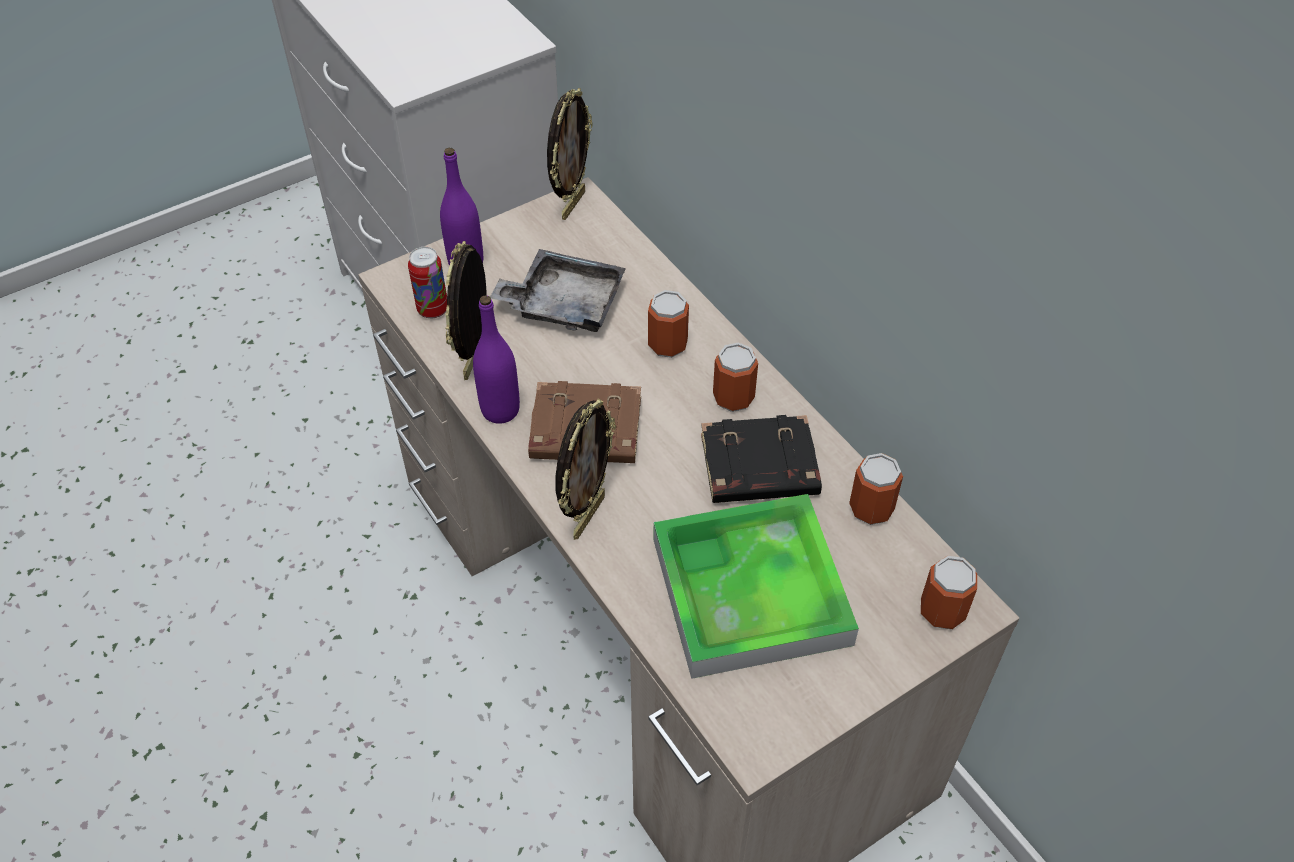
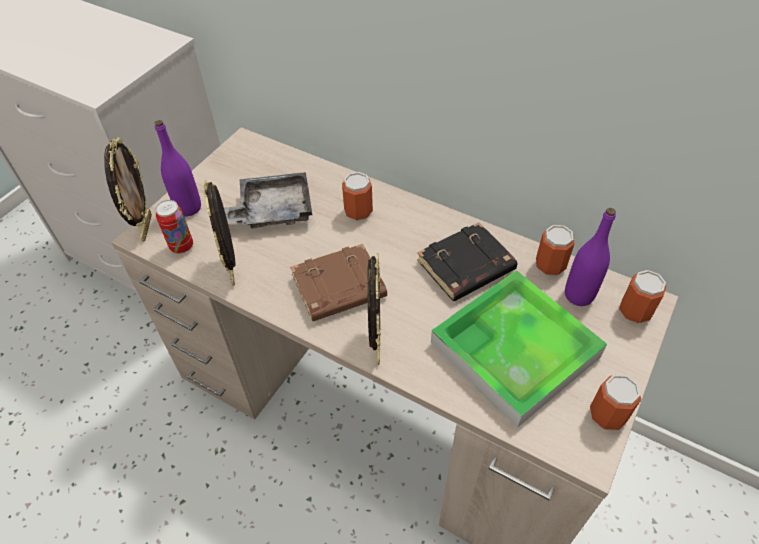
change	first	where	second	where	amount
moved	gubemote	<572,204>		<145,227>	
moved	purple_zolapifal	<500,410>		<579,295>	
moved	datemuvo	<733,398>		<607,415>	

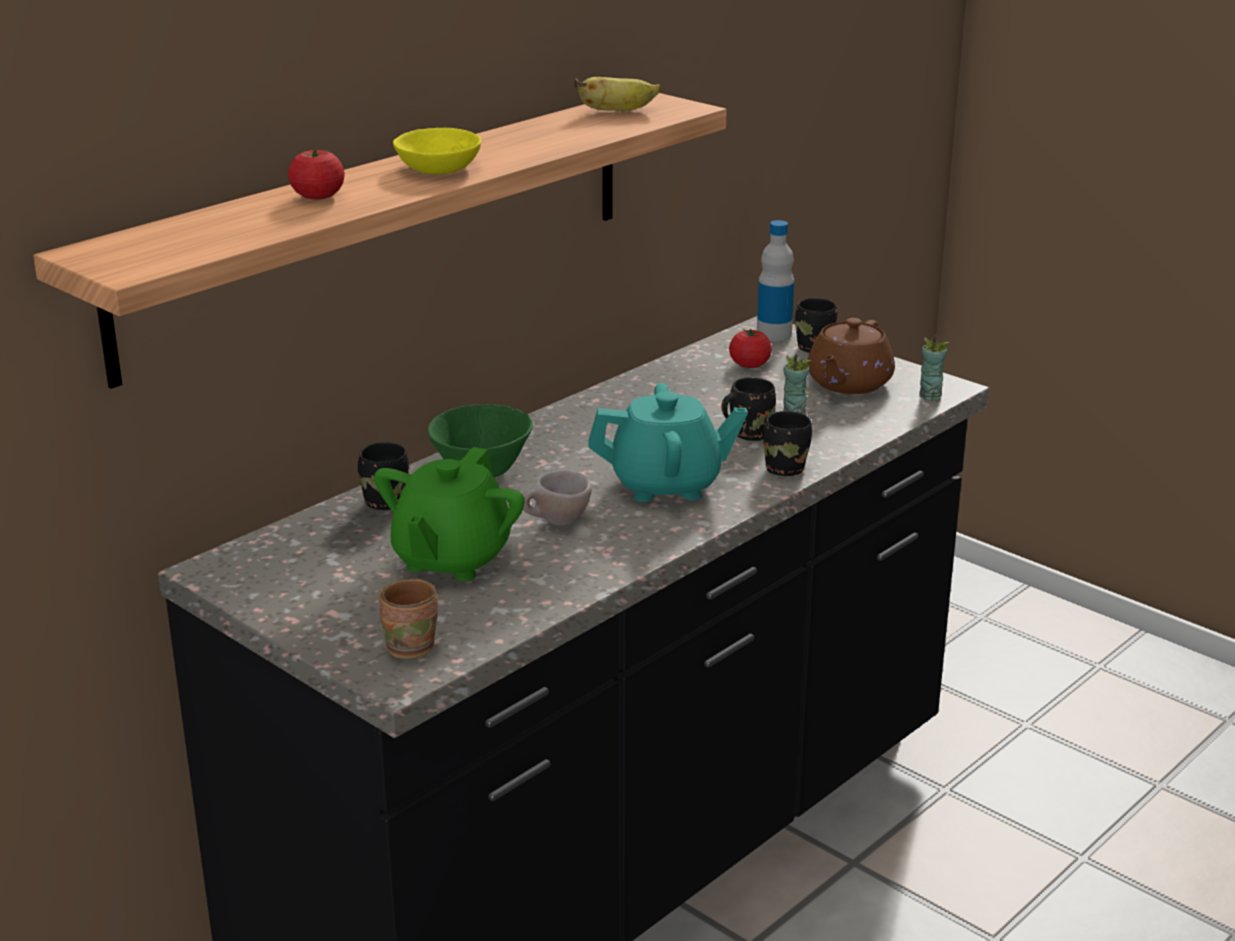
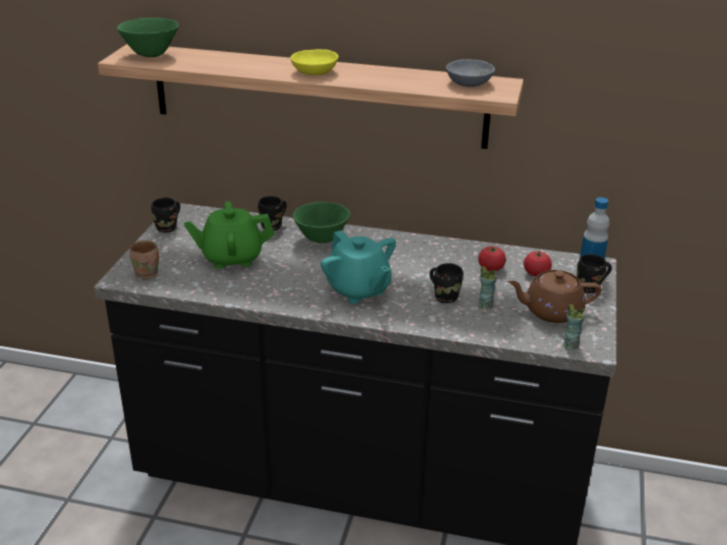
change	first	where	second	where	amount
added			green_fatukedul	<150,55>	
moved	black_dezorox	<786,467>		<168,228>	
replaced	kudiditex	<617,111>	grey_fatukedul	<467,82>	
moved	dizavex	<318,196>		<491,268>	
removed	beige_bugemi	<556,523>			

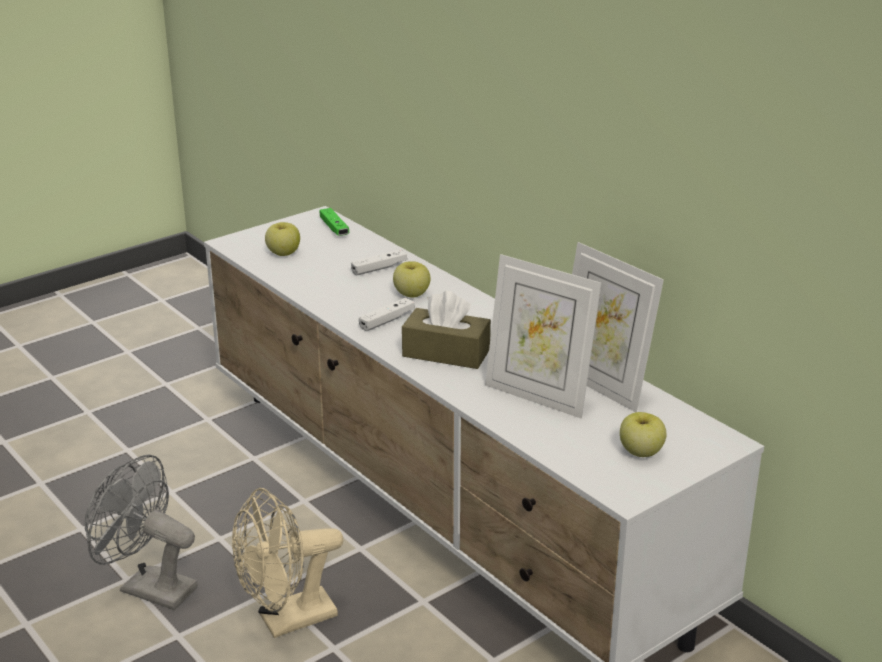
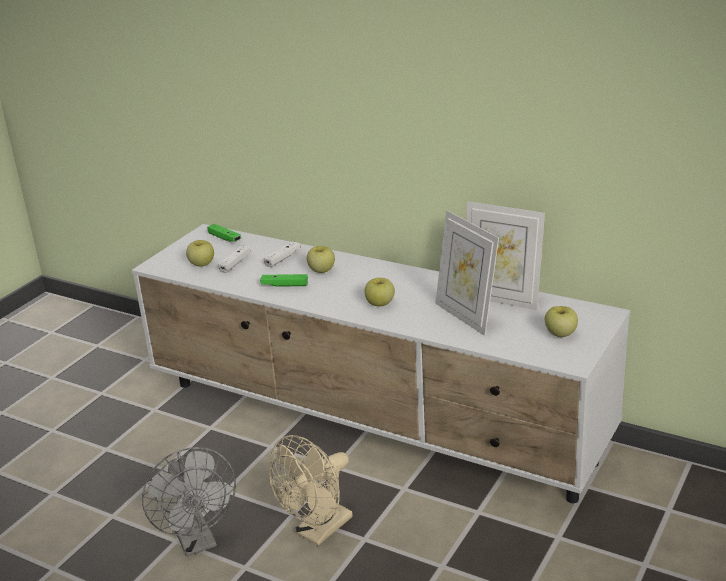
change	first	where	second	where	amount
turned	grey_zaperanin	<148,588>		<197,541>	120 degrees counterclockwise
moved	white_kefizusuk	<387,320>		<235,263>	
added			green_kefizusuk	<284,285>	
replaced	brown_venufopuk	<446,353>	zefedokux	<380,304>	
turned	gubemote	<538,396>		<466,316>	45 degrees clockwise

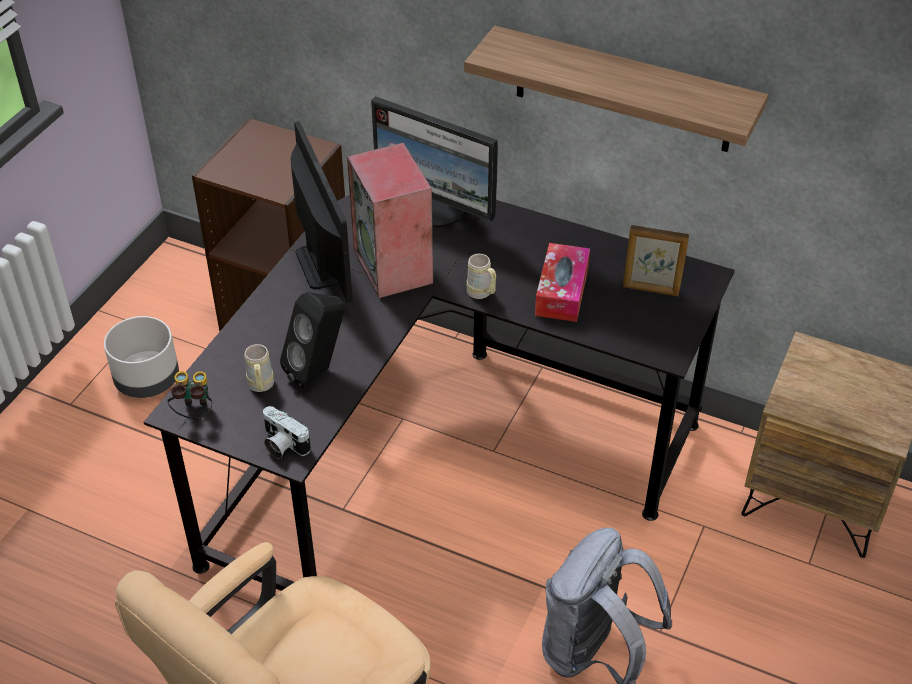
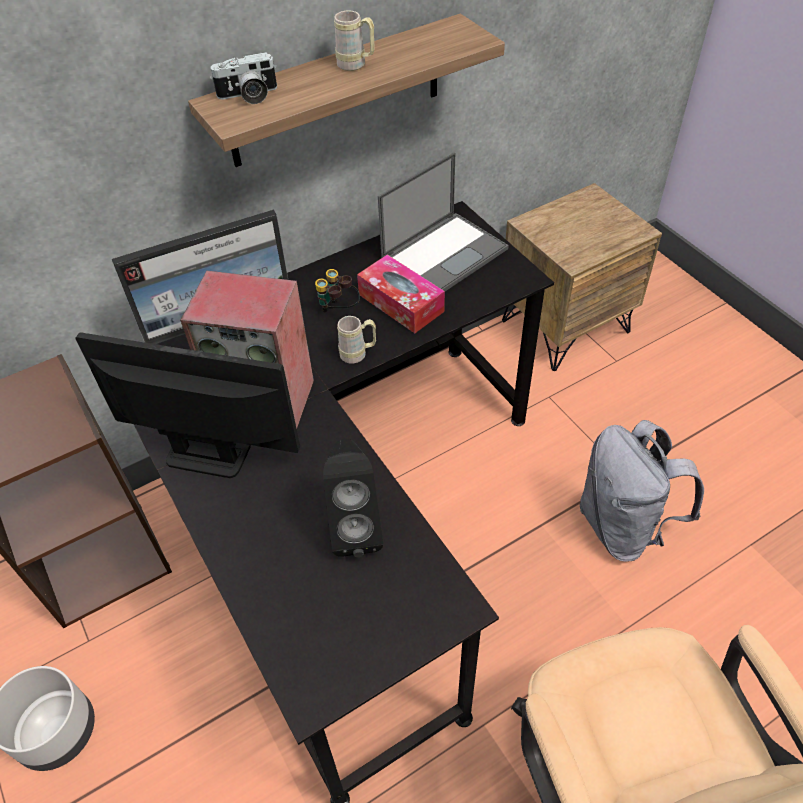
change	first	where	second	where	amount
moved	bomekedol	<282,445>		<248,96>	
moved	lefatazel	<194,413>		<338,310>	
moved	beige_dezorox	<261,387>		<356,65>	
replaced	gubemote	<651,290>	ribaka	<445,253>	

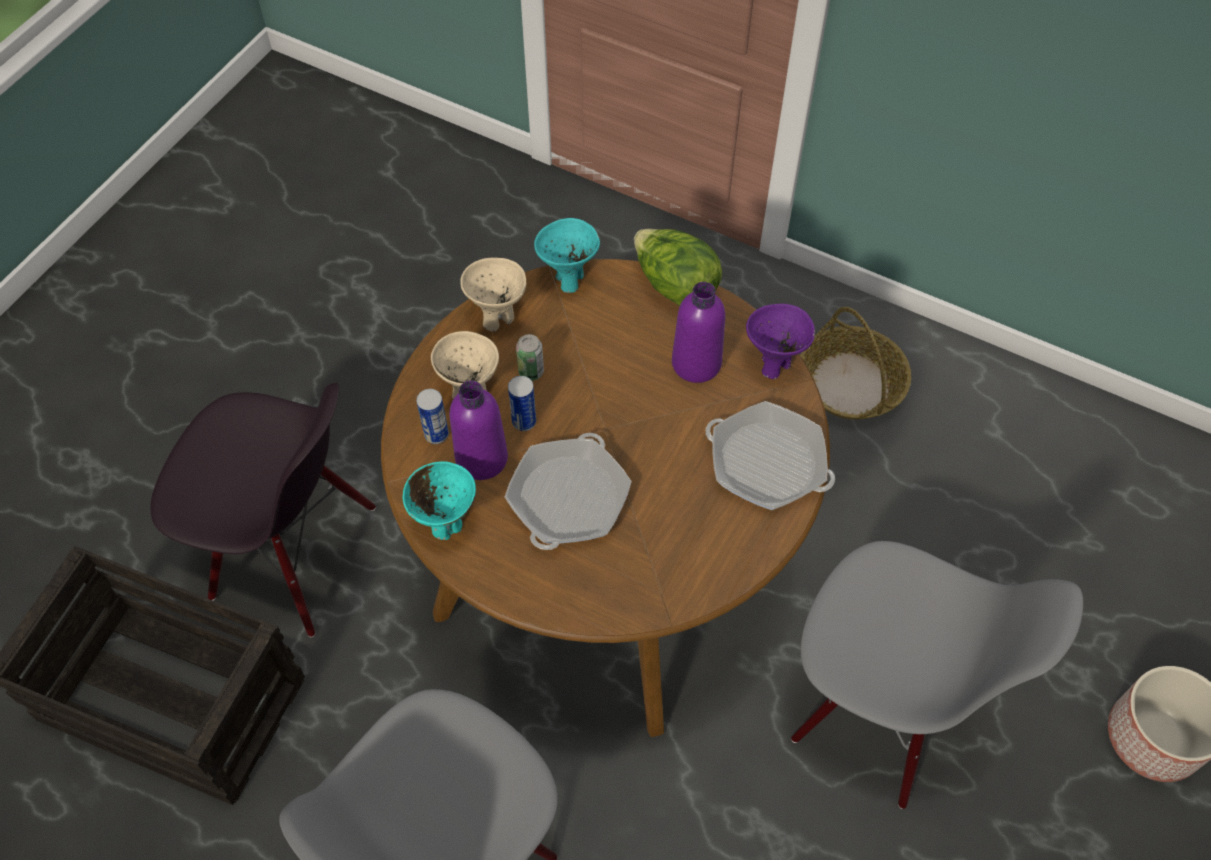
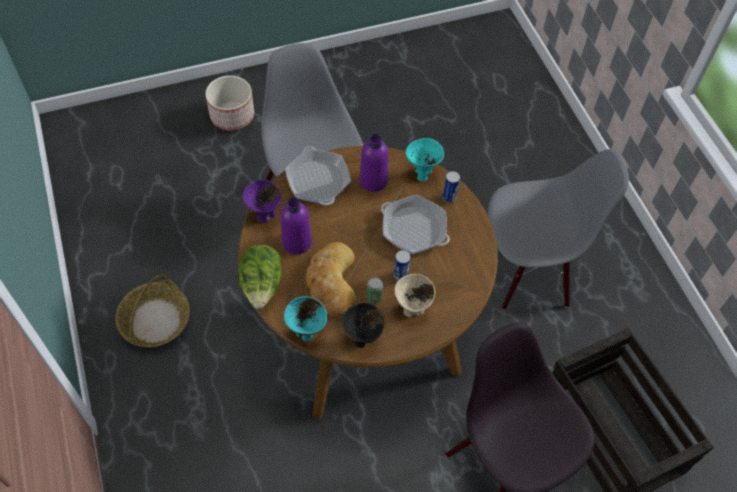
change	first	where	second	where	amount
added			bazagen	<331,282>	
recoloured	beige_fatukedul	<497,318>	black_fatukedul	<363,339>	
moved	purple_zolapifal	<481,458>		<373,181>	
turned	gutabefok	<568,498>		<414,229>	60 degrees clockwise
moved	turquoise_fatukedul	<445,523>		<422,173>	
moved	datemuvo	<436,434>		<449,198>	

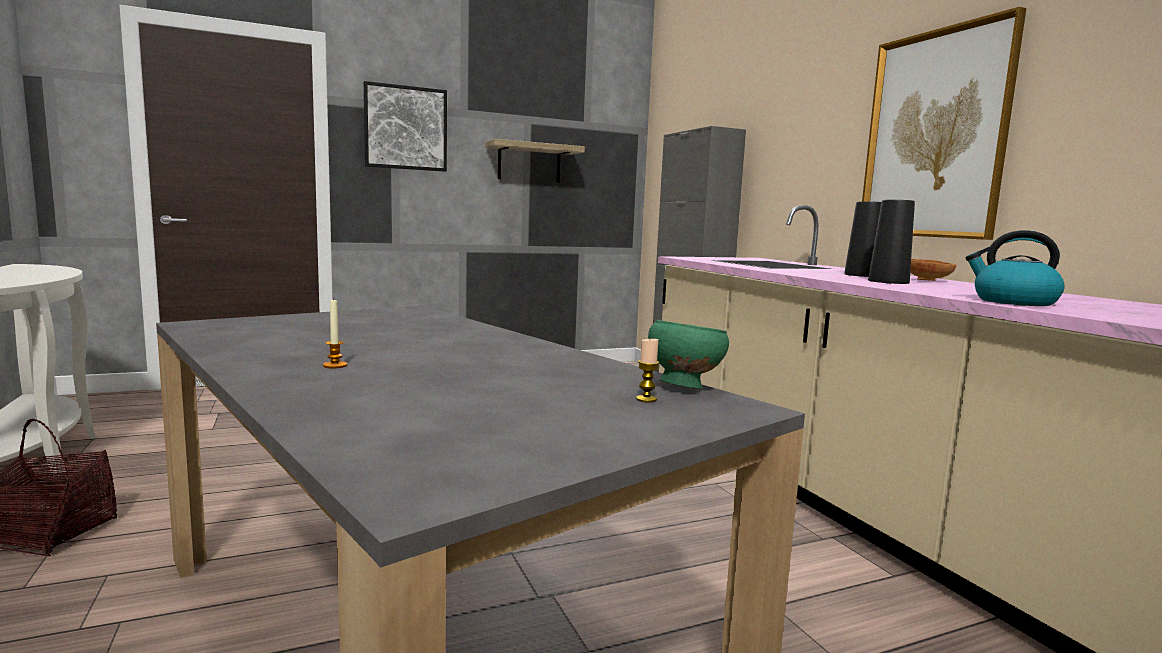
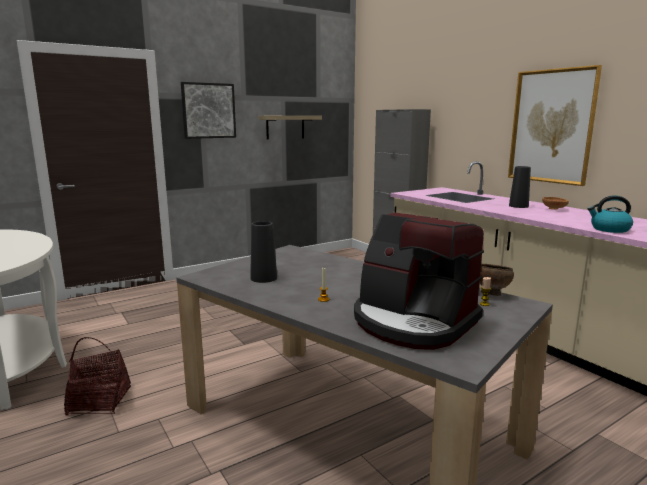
change	first	where	second	where	amount
moved	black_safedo	<888,281>		<263,278>	
added			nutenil	<413,322>	
recoloured	green_fatukedul	<683,387>	brown_fatukedul	<491,294>	

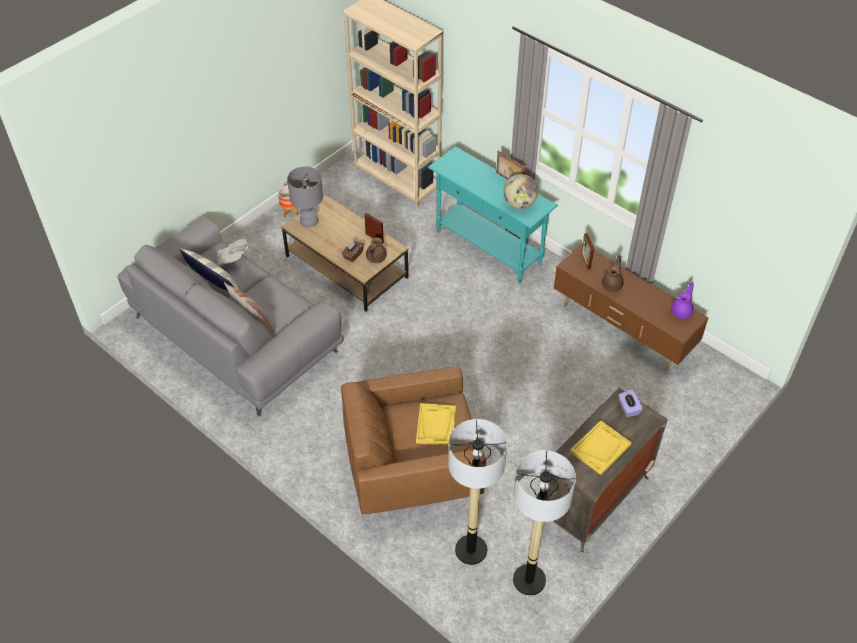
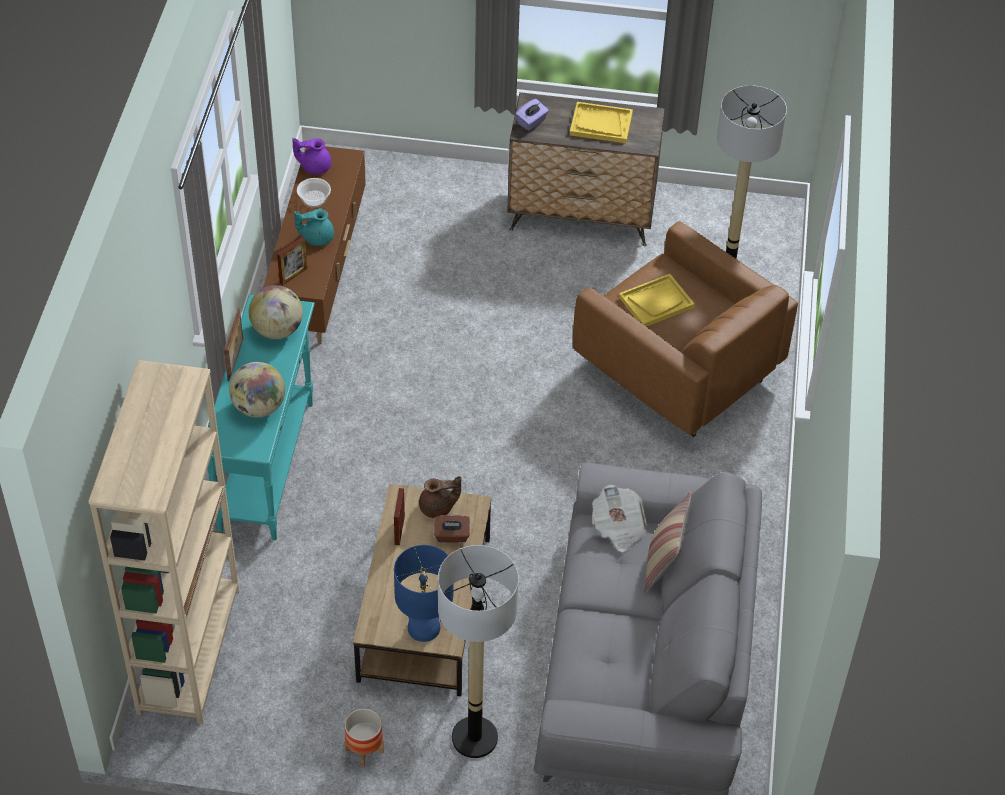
change	first	where	second	where	amount
added			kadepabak	<258,407>	
recoloured	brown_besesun	<612,285>	turquoise_besesun	<317,237>	
added			fatukedul	<314,199>	
recoloured	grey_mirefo	<309,221>	blue_mirefo	<424,627>	
moved	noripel	<529,580>		<475,737>	
moved	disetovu	<232,258>		<618,528>	
removed	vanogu	<213,281>			

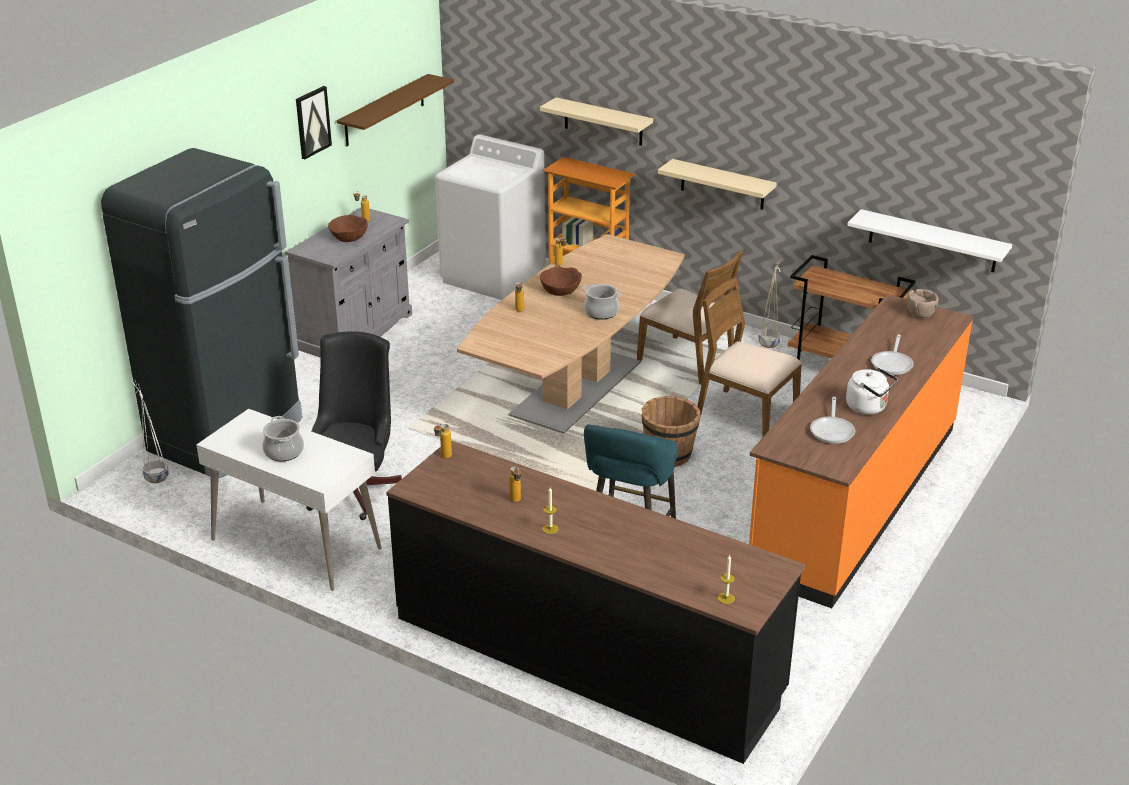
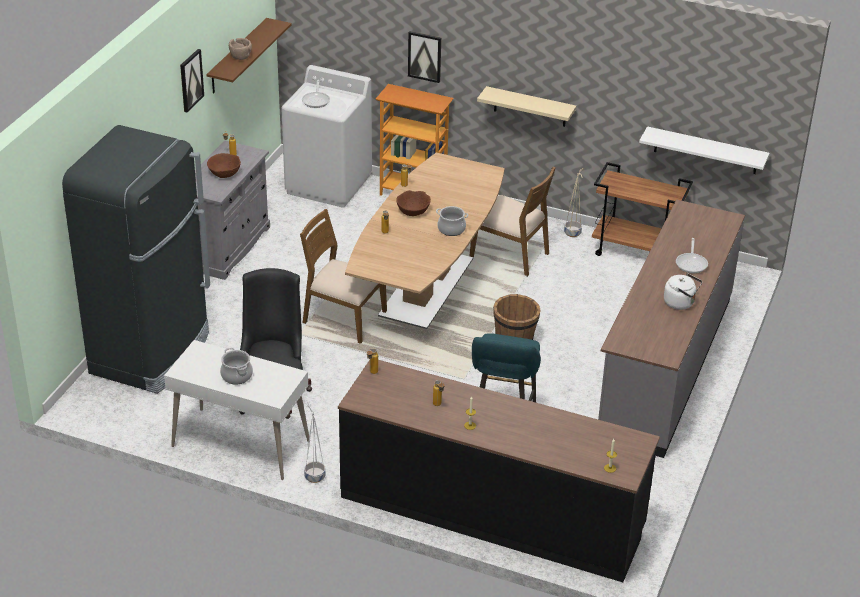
change	first	where	second	where	amount
moved	brown_fatukedul	<920,314>		<240,57>	
moved	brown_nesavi	<745,414>		<343,318>	
moved	gutabefok	<832,430>		<316,100>	
moved	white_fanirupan	<156,477>		<314,476>	
replaced	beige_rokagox	<603,122>	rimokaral	<425,56>	
recoloured	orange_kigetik	<854,498>	grey_kigetik	<664,365>	

